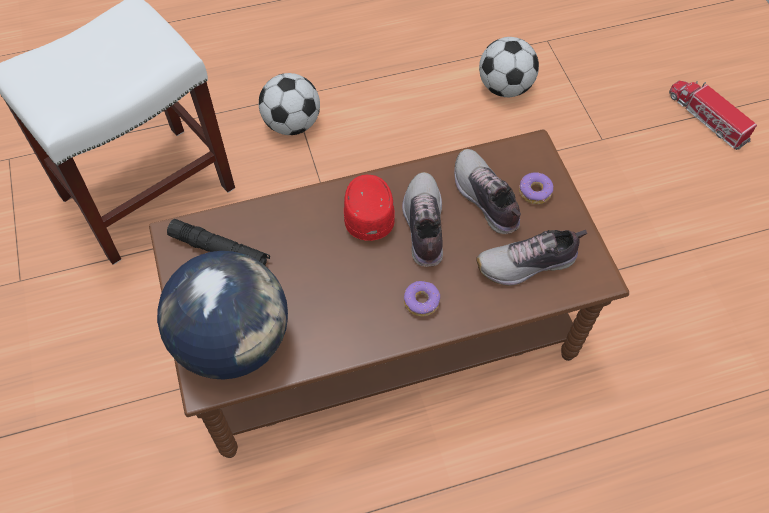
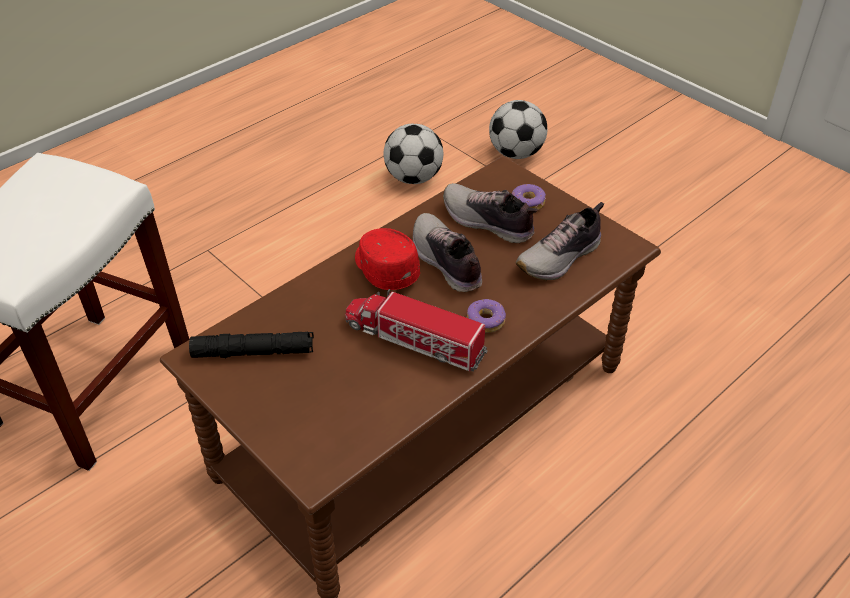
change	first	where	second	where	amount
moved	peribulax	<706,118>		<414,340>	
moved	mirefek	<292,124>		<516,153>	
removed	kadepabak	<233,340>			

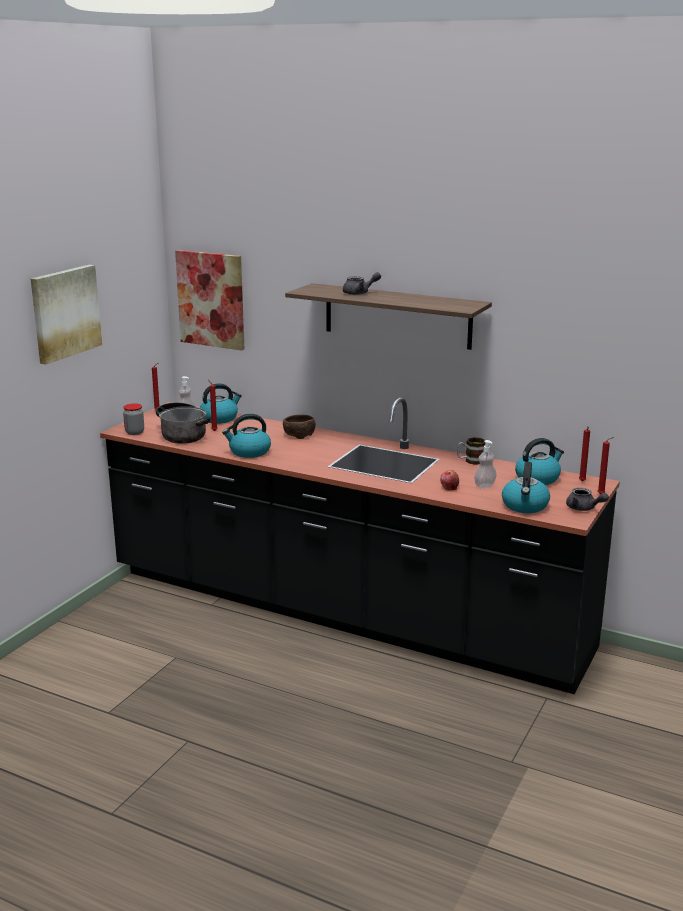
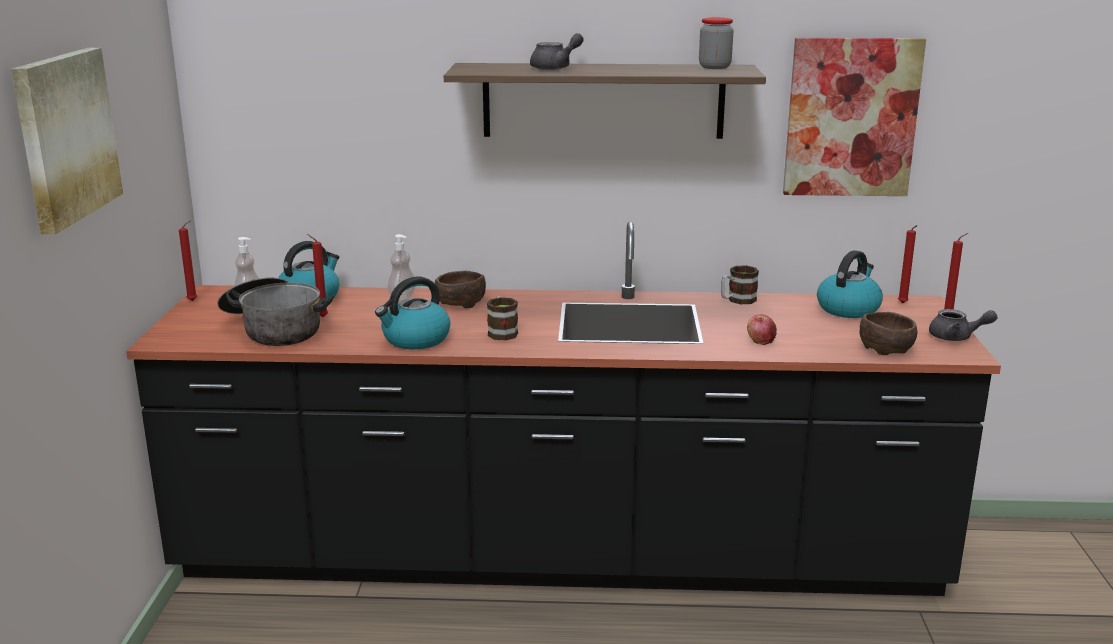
change	first	where	second	where	amount
moved	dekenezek	<484,485>		<402,297>	
added			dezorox	<502,332>	
moved	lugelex	<134,432>		<714,67>	
moved	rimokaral	<211,299>		<851,117>	
replaced	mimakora	<525,506>	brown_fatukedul	<886,348>	

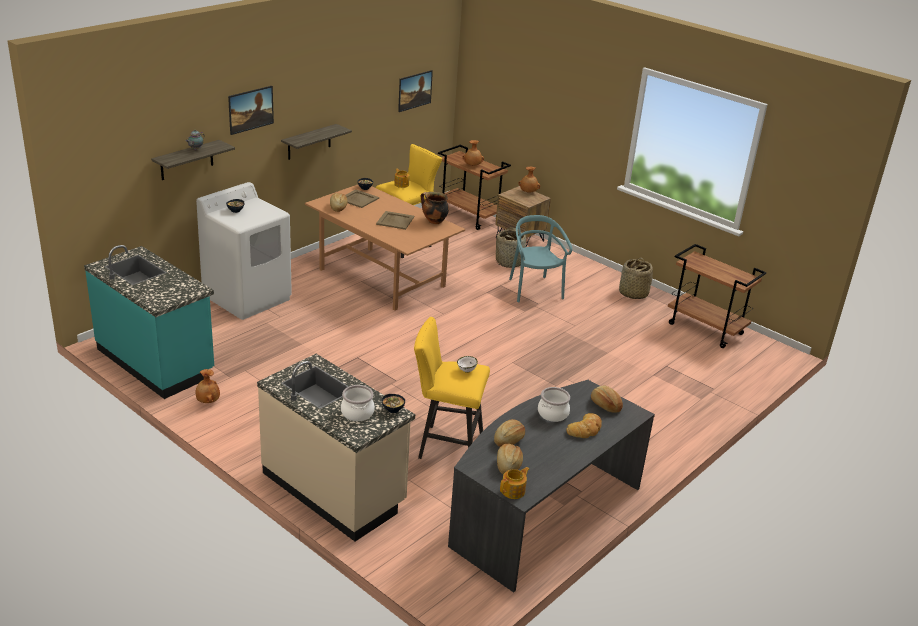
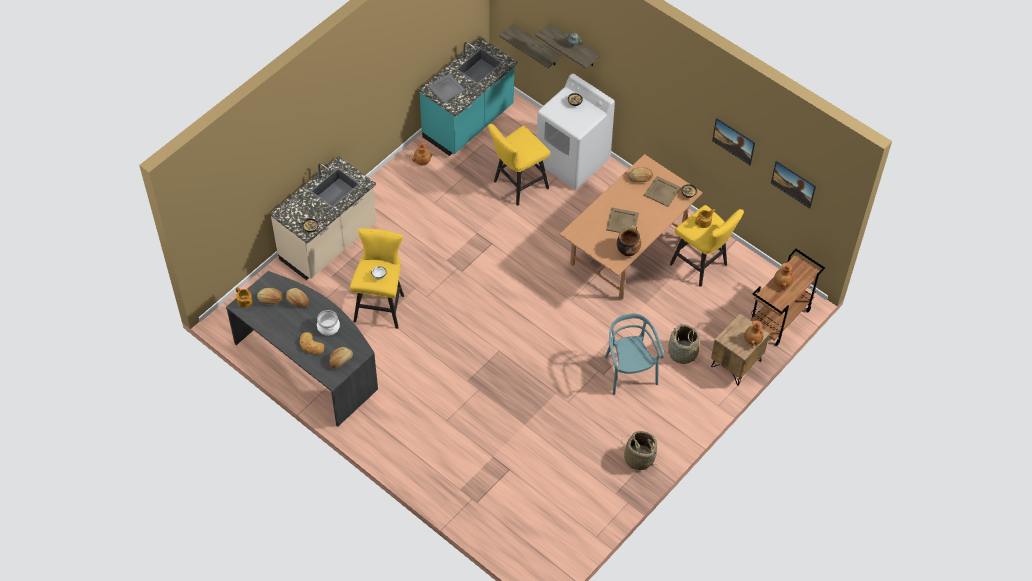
change	first	where	second	where	amount
added			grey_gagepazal	<446,88>	
added			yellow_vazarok	<517,186>	
moved	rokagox	<309,142>		<536,46>	
turned	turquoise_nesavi	<534,290>		<629,372>	90 degrees counterclockwise
moved	rimokaral	<251,119>		<732,146>	
removed	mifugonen	<357,413>			
removed	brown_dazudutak	<706,329>			

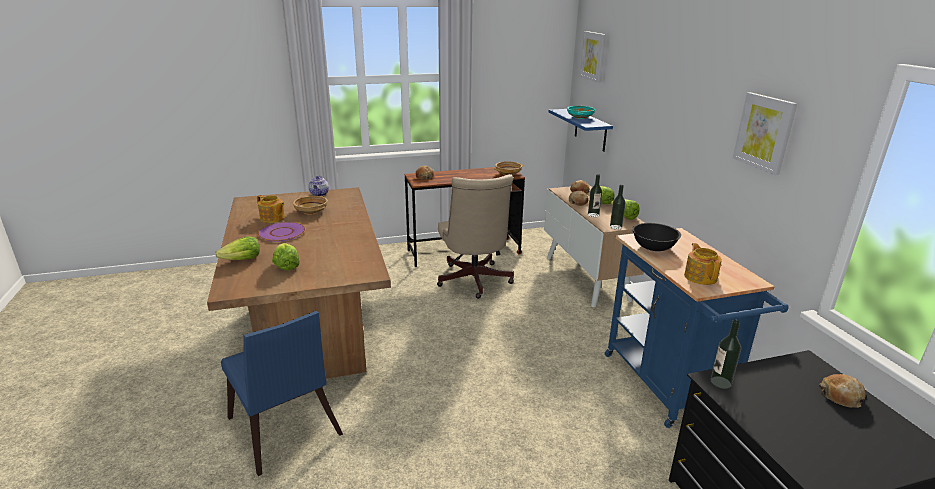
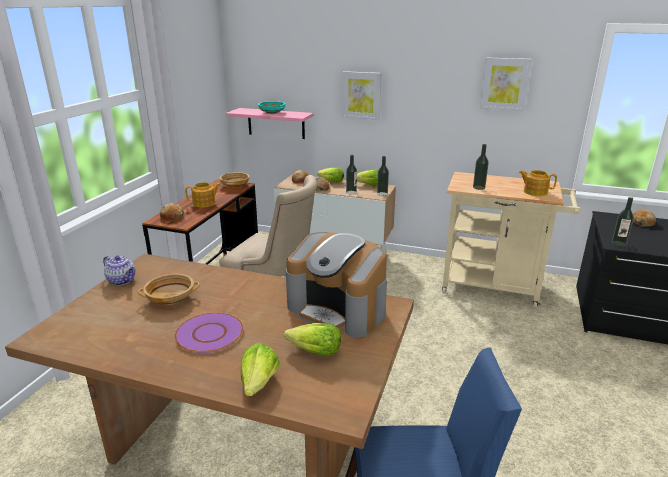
change	first	where	second	where	amount
moved	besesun	<272,218>		<205,203>	
recoloured	blue_rokagox	<590,130>	pink_rokagox	<276,123>	
added			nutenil	<338,309>	
moved	rimokaral	<593,56>		<361,95>	
recoloured	blue_dazudutak	<670,388>	beige_dazudutak	<497,288>	
replaced	black_fatukedul	<653,247>	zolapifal	<479,187>	

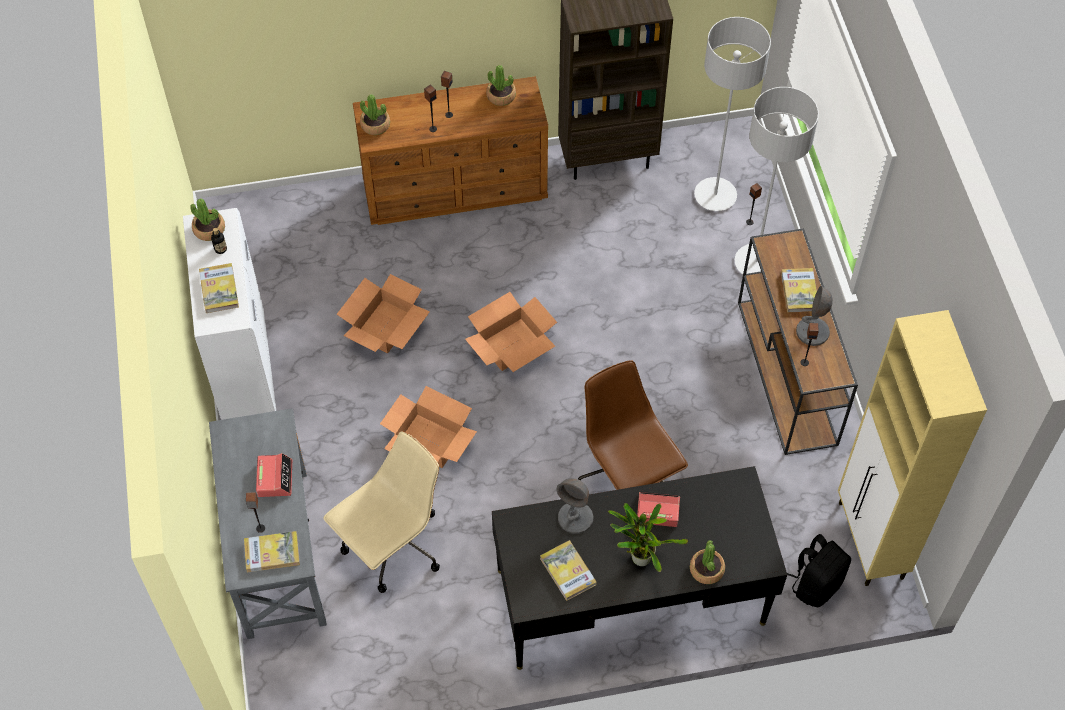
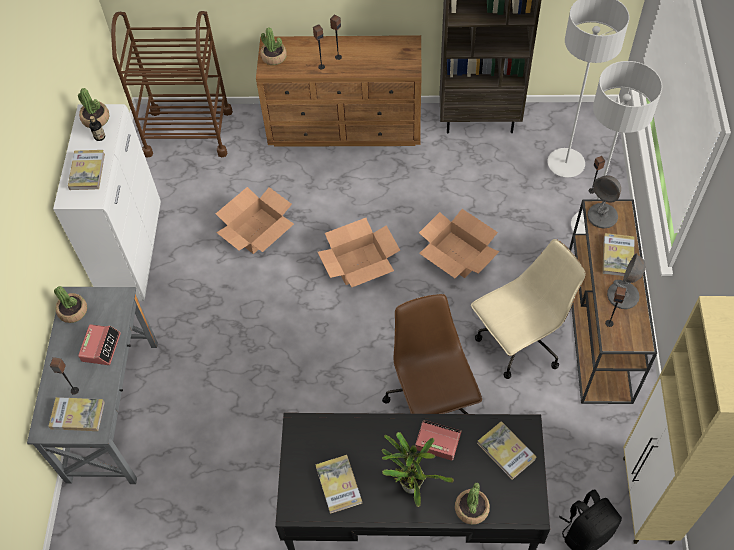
change	first	where	second	where	amount
moved	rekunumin	<501,96>		<73,311>	
added			brown_dazudutak	<188,132>	
moved	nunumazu	<429,441>		<457,255>	
moved	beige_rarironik	<392,547>		<519,342>	
added			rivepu	<506,451>	
moved	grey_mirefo	<575,518>		<602,216>	

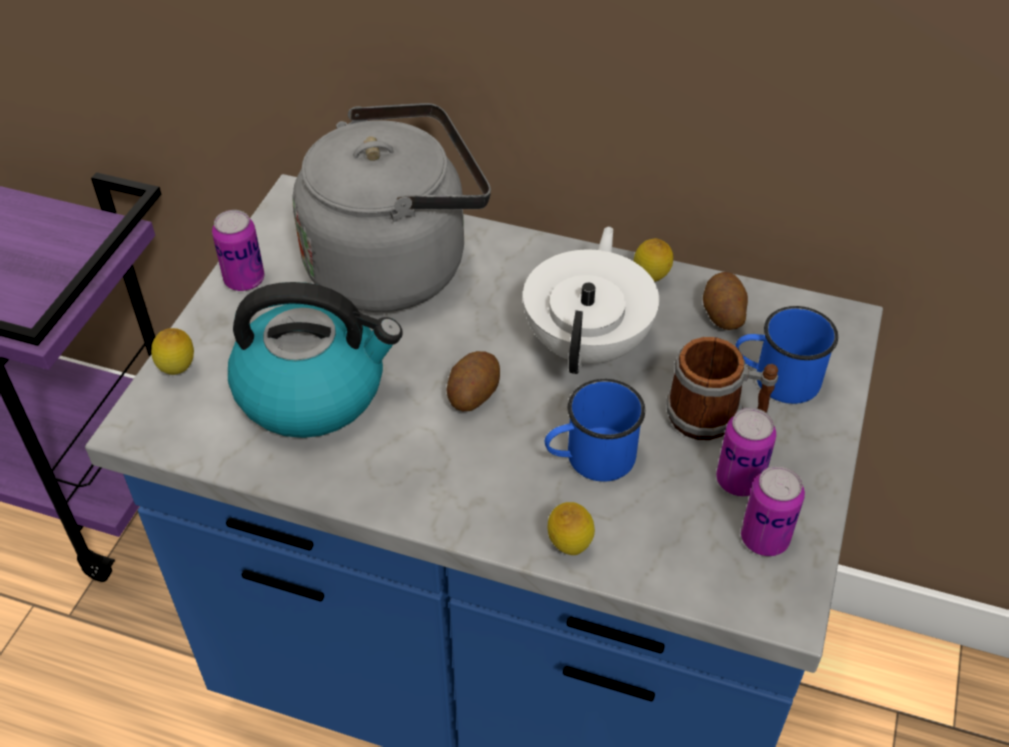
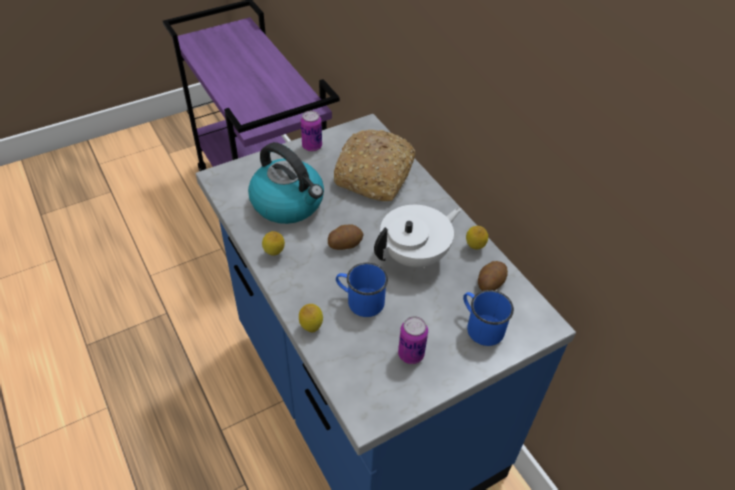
change	first	where	second	where	amount
moved	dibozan	<178,371>		<274,254>	
replaced	grey_mimakora	<396,264>	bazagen	<375,175>	
removed	dezorox	<715,419>			
removed	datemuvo	<764,538>			

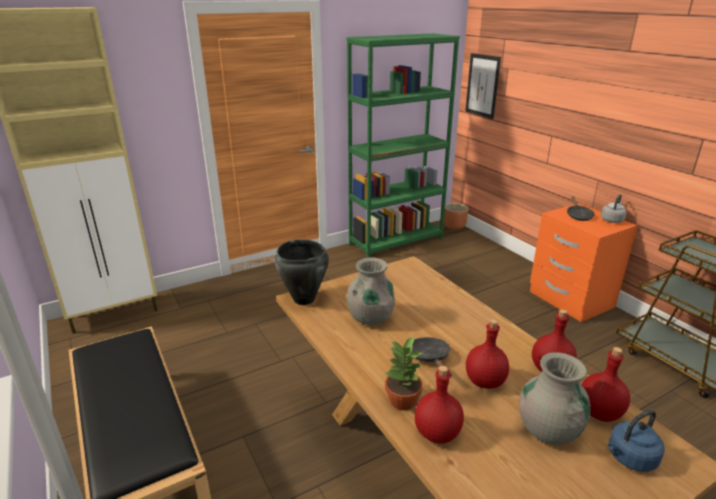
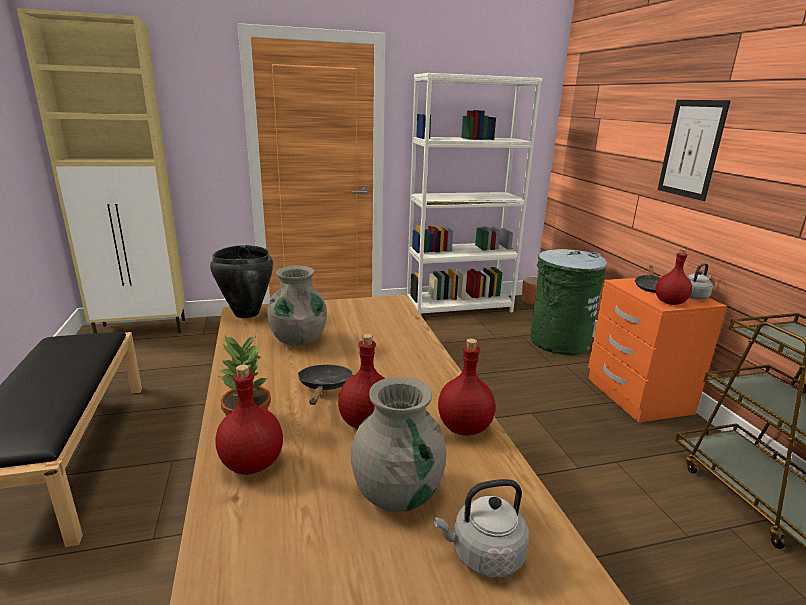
change	first	where	second	where	amount
recoloured	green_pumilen	<396,241>	white_pumilen	<459,308>	
recoloured	blue_mimakora	<629,458>	grey_mimakora	<483,555>	
added			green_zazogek	<558,341>	
moved	red_zolapifal	<600,412>		<670,302>	
moved	rimokaral	<482,85>		<691,149>	

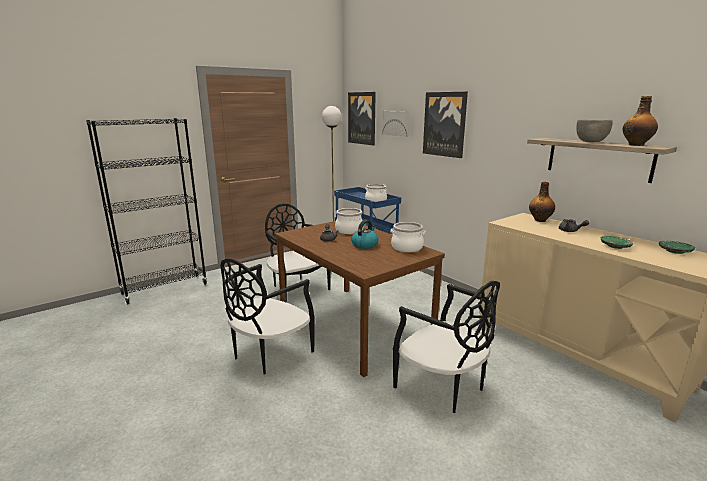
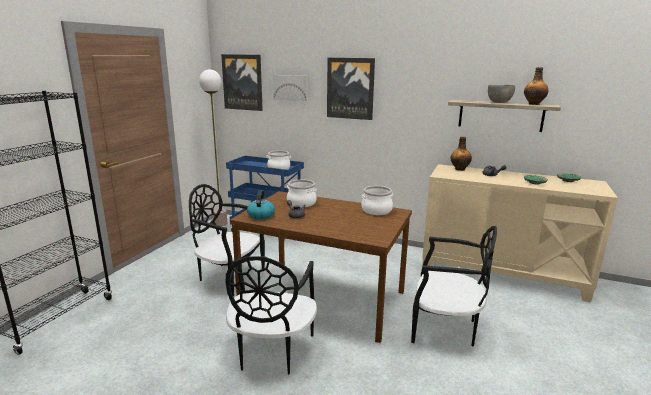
change	first	where	second	where	amount
moved	mimakora	<365,245>		<261,215>	

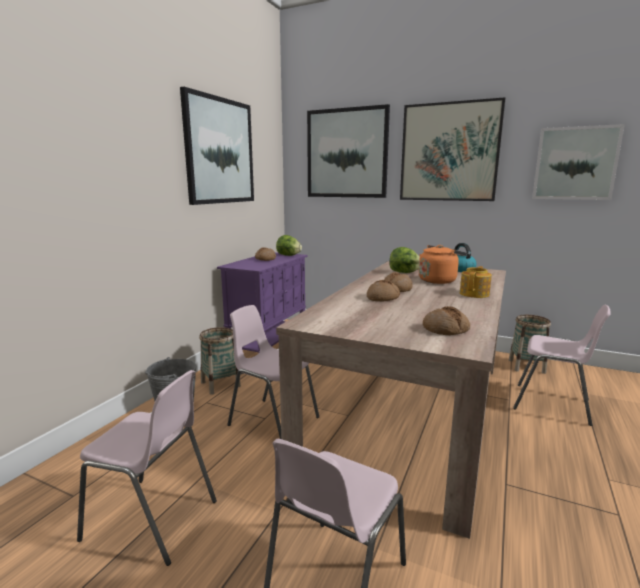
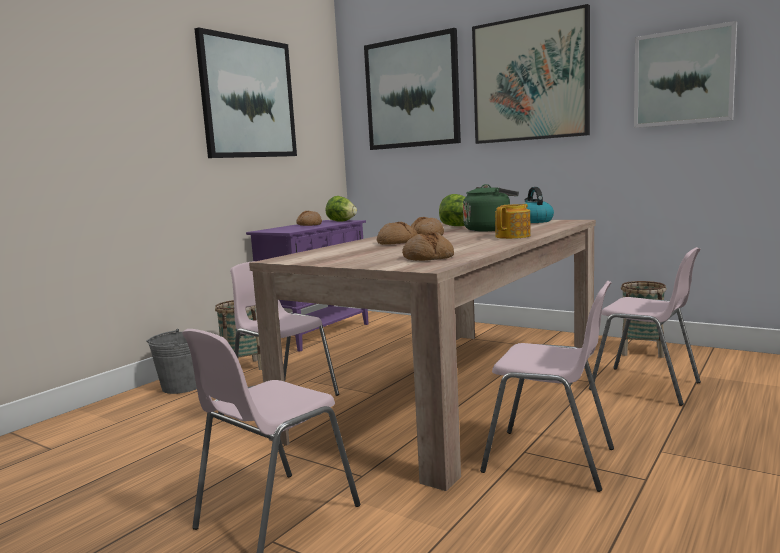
change	first	where	second	where	amount
recoloured	orange_mimakora	<438,280>	green_mimakora	<489,229>	
moved	pink_nesavi	<152,520>		<550,460>	

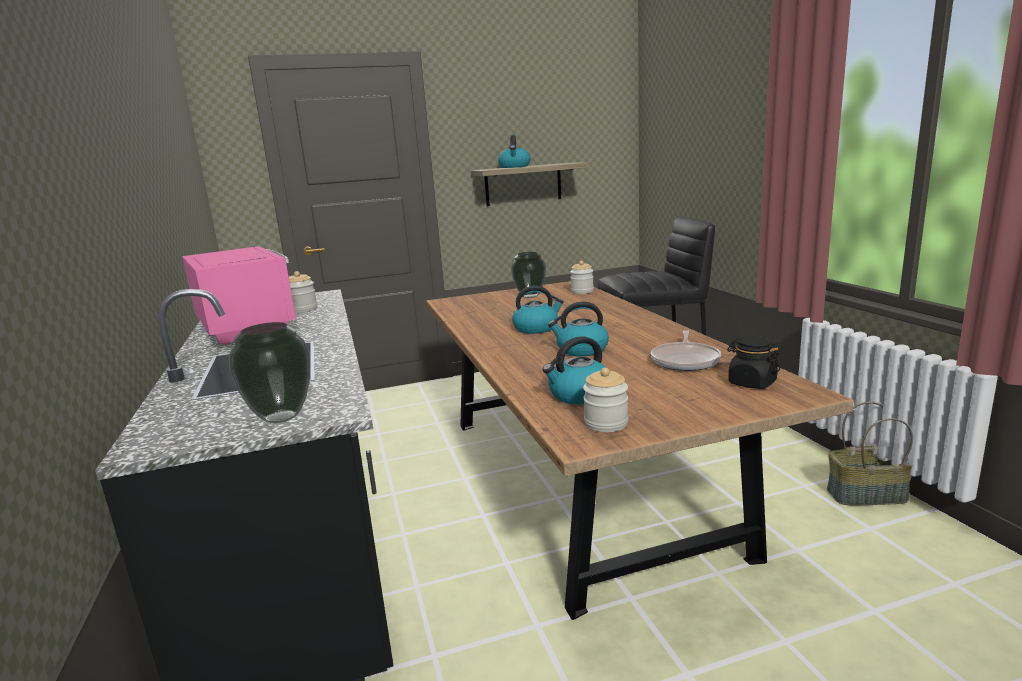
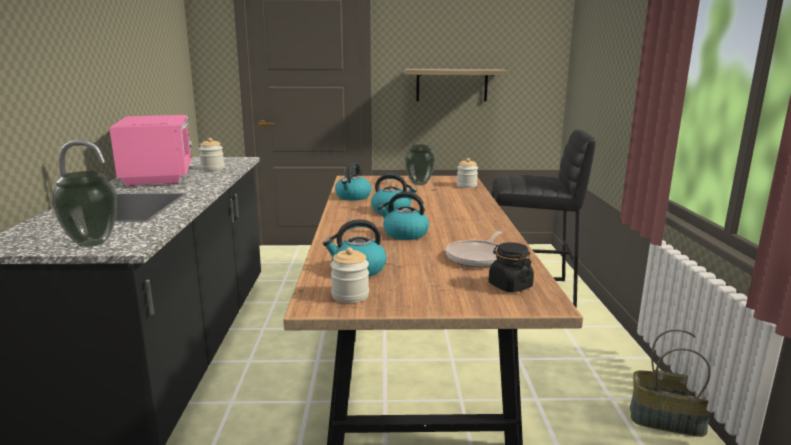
change	first	where	second	where	amount
moved	mimakora	<515,167>		<353,197>	

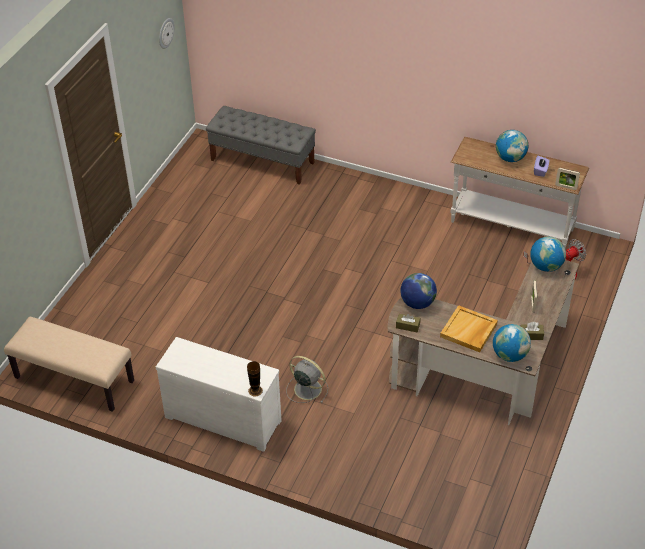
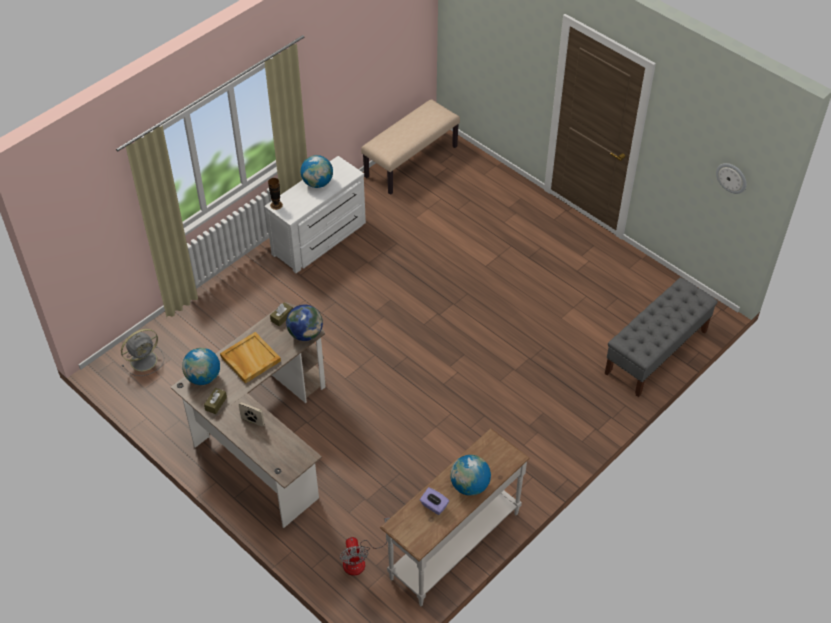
change	first	where	second	where	amount
moved	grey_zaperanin	<306,389>		<145,360>	
moved	kadepabak	<546,266>		<317,183>	
removed	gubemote	<566,187>			

